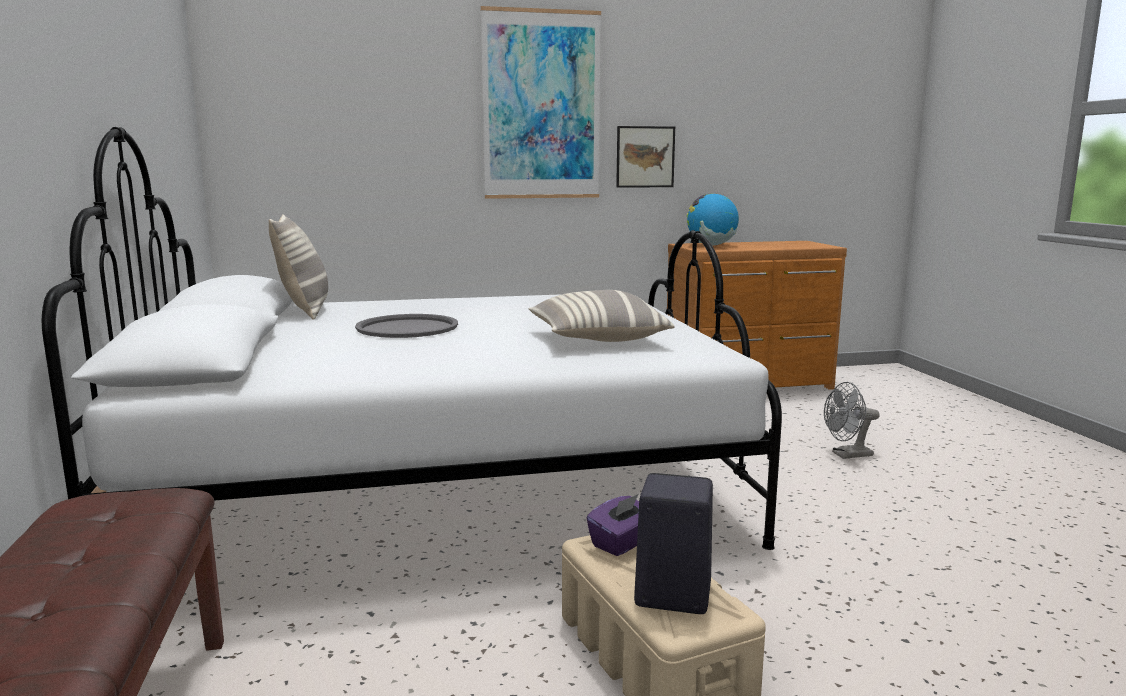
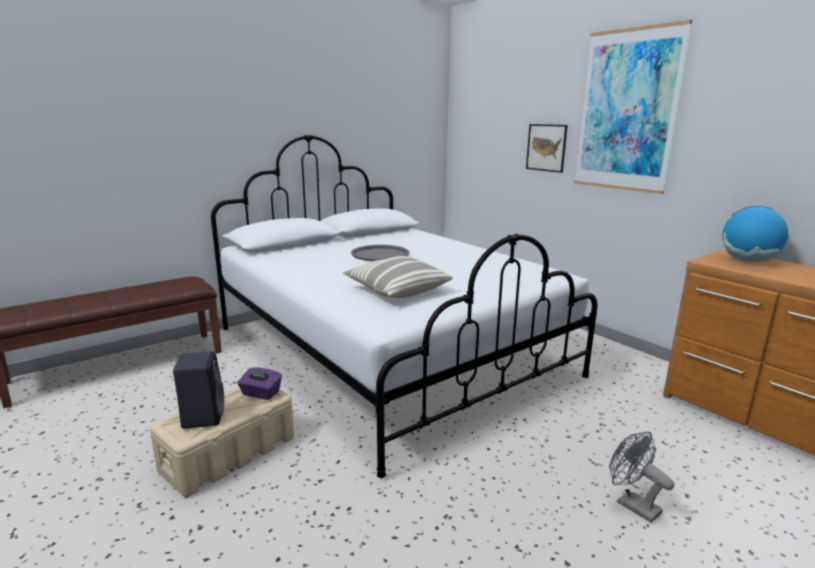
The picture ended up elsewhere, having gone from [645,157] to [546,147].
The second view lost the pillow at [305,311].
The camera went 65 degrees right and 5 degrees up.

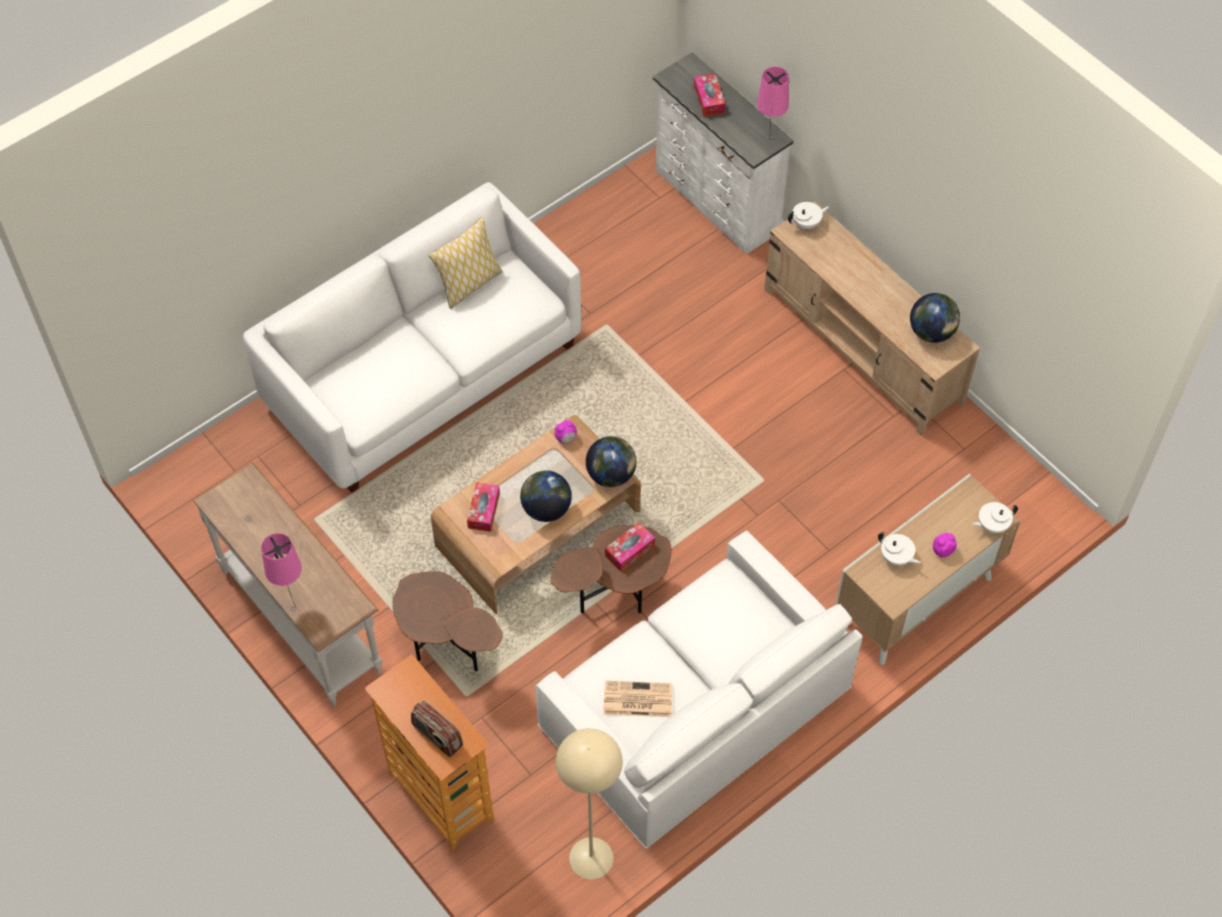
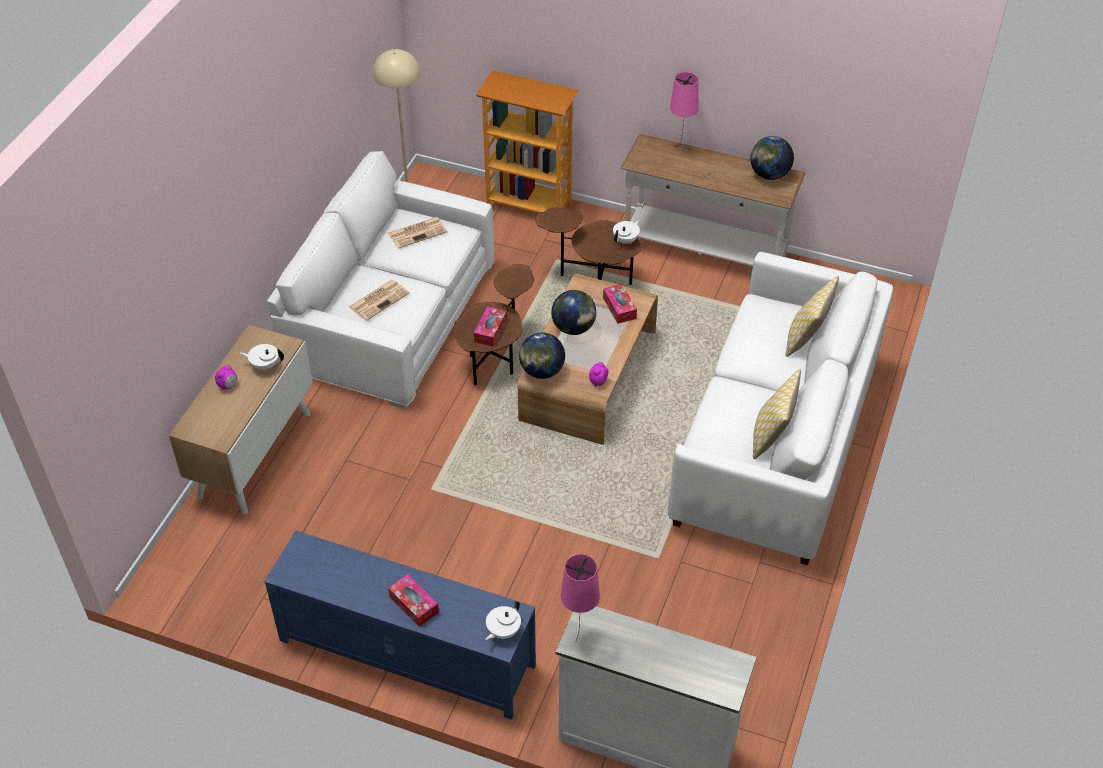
What was the beige tv stand at [863,346] turned into the blue tv stand at [406,652].
The second view gained the newspaper at [379,299].
The tissue box ended up elsewhere, having gone from [708,99] to [414,604].
The white teapot ended up elsewhere, having gone from [992,525] to [626,240].
The globe ended up elsewhere, having gone from [931,332] to [769,175].
The second view gained the pillow at [806,338].
The second view lost the radio at [437,736].
The camera went 150 degrees right and 10 degrees down.

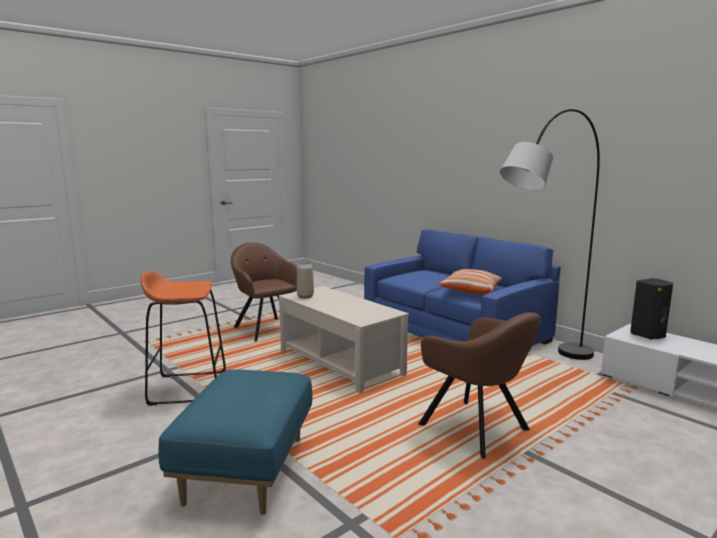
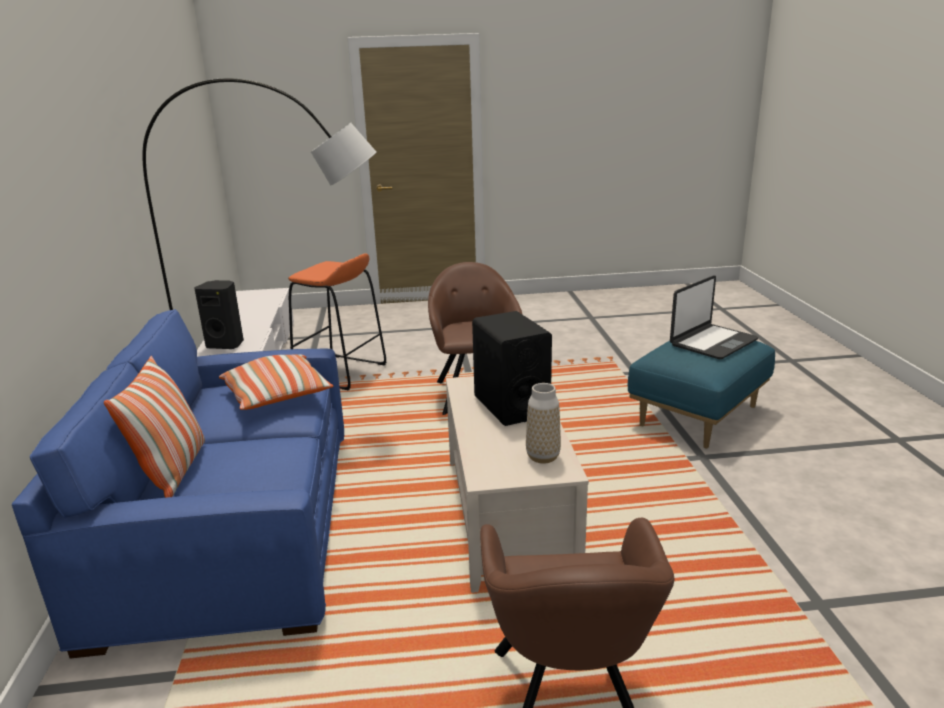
The second view gained the pillow at [173,471].
The orange stool ended up elsewhere, having gone from [188,387] to [340,372].
The second view gained the black speaker at [511,406].
The second view gained the laptop at [712,342].
The camera went 145 degrees left and 10 degrees up.

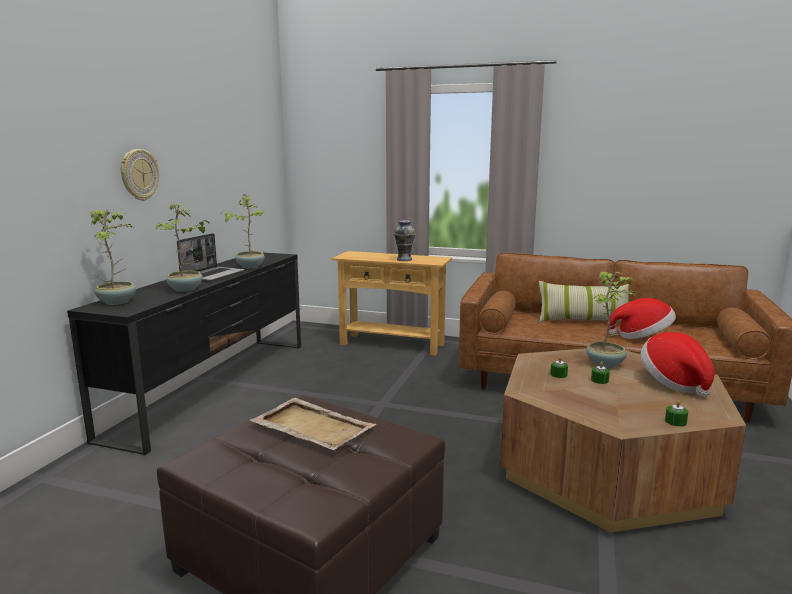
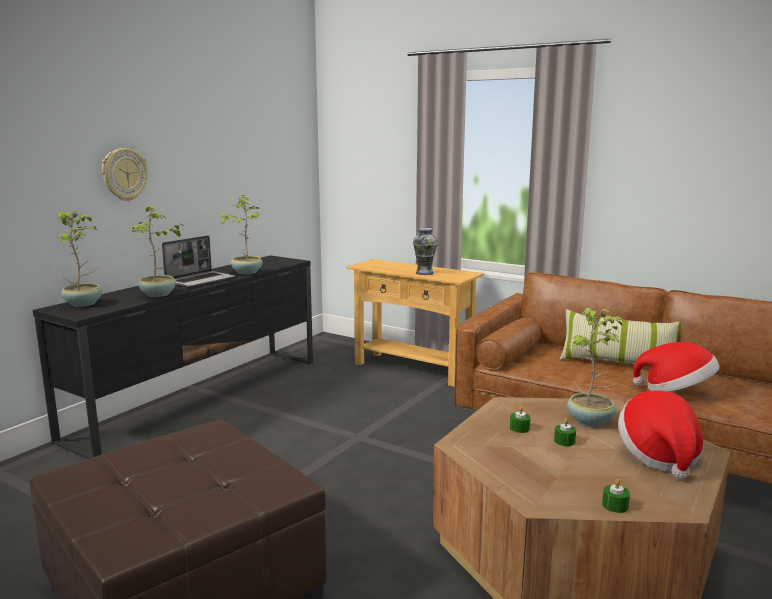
The second view lost the beige tray at [311,427].
The camera went 15 degrees right and 0 degrees up.

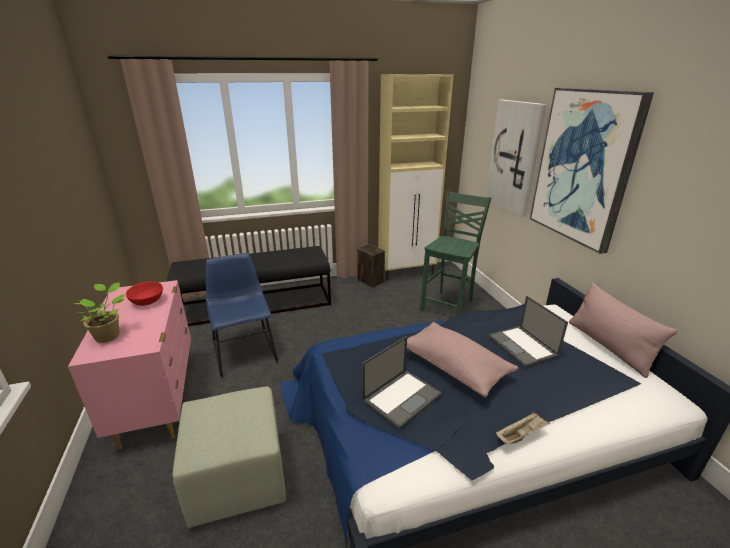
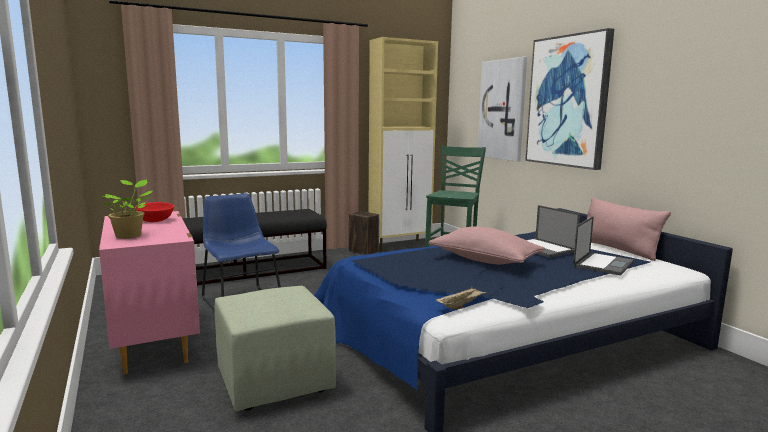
The beige tray ended up elsewhere, having gone from [520,435] to [461,306].
The laptop ended up elsewhere, having gone from [402,397] to [603,264].
The camera went 10 degrees left and 15 degrees down.

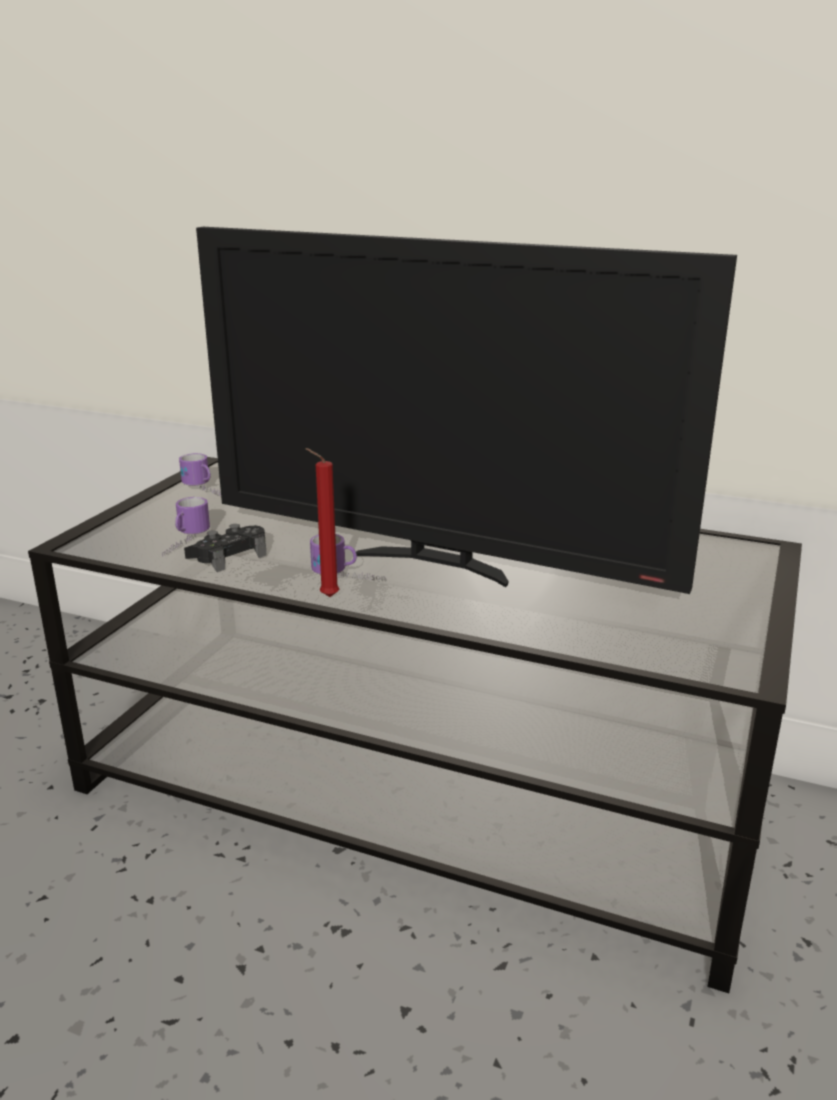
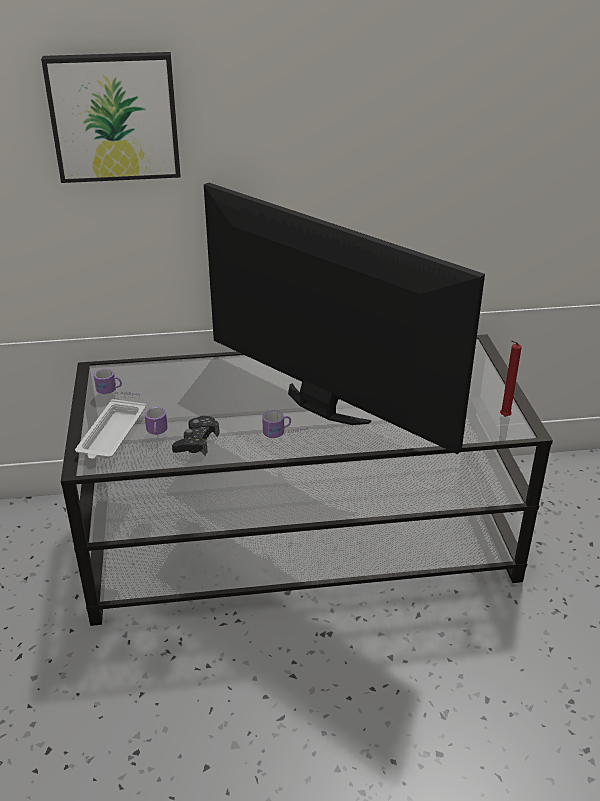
The second view gained the picture at [114,117].
The second view gained the white tray at [111,435].
The television at [437,563] ended up facing another way, 135 degrees counterclockwise from before.
The red candle ended up elsewhere, having gone from [326,597] to [503,417].
The camera went 30 degrees left and 10 degrees up.

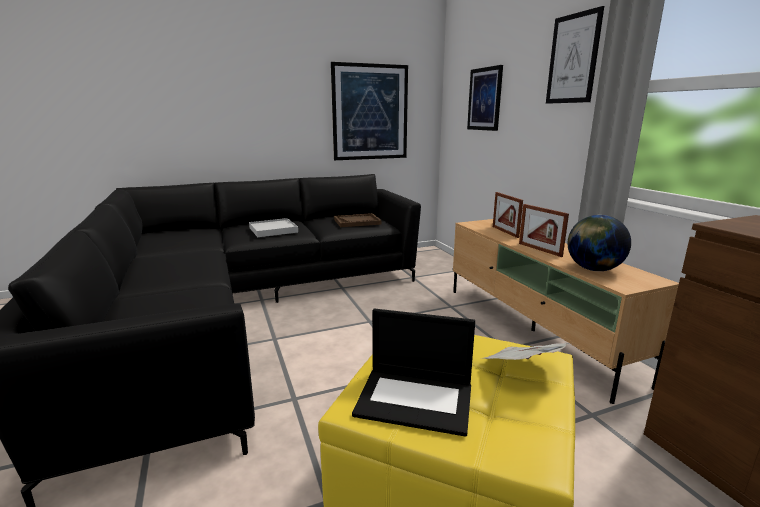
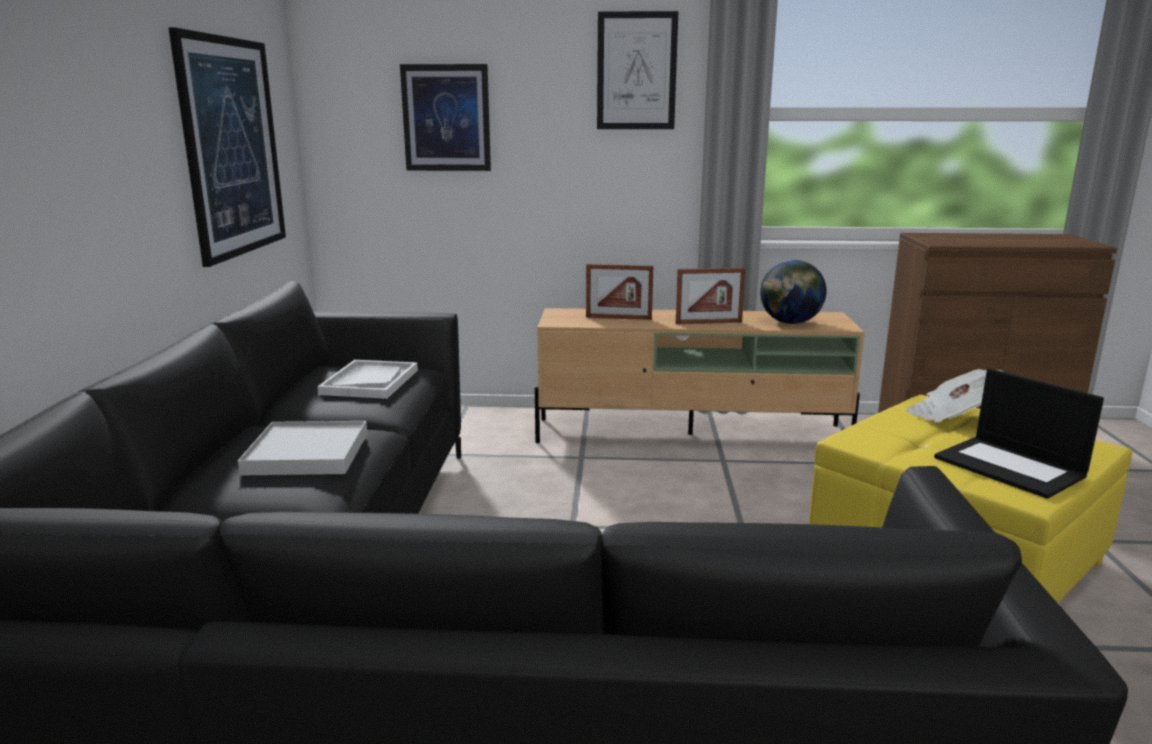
What was the brown tray at [357,222] turned into the white tray at [370,382].
The laptop at [416,399] ended up facing another way, 105 degrees clockwise from before.
The camera went 65 degrees left and 0 degrees up.

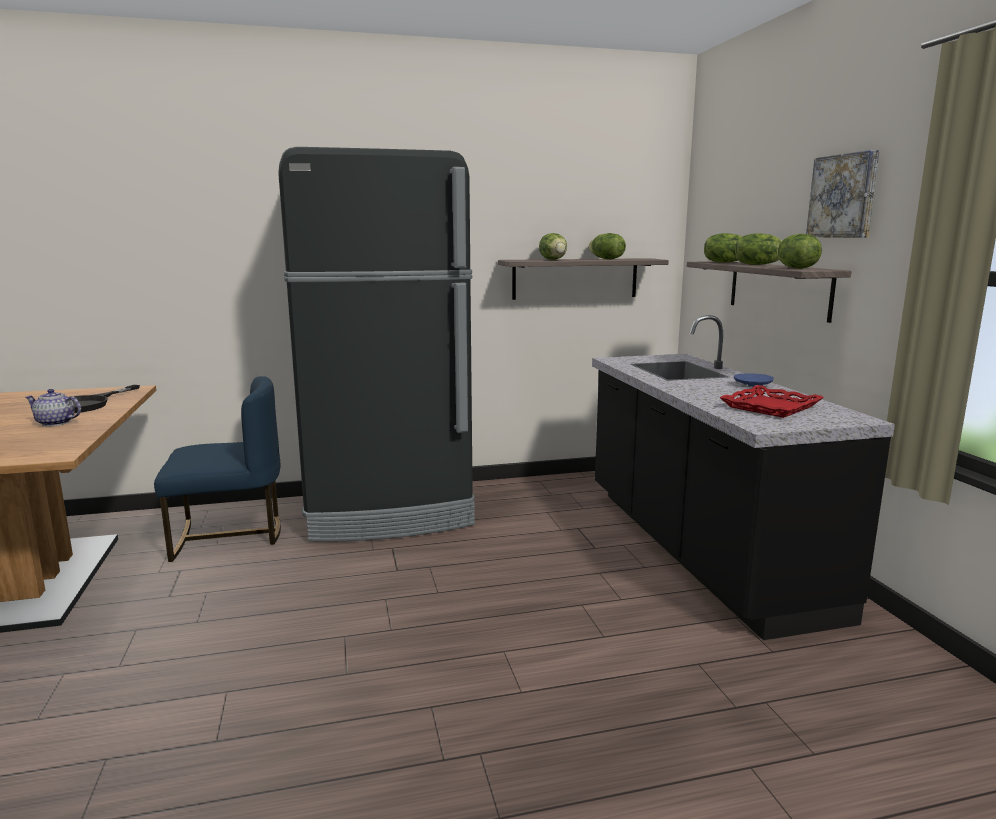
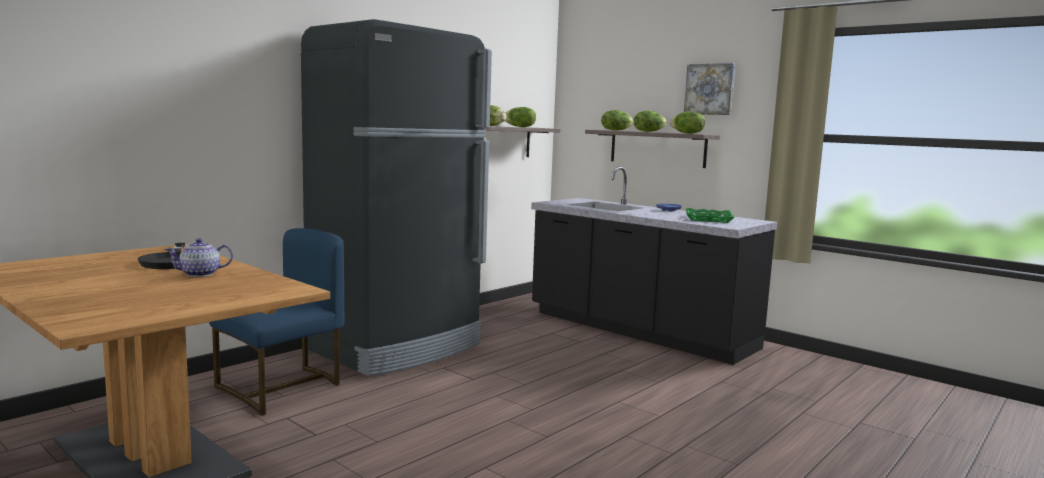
What was the red tray at [771,407] turned into the green tray at [709,219].
The camera went 35 degrees left and 5 degrees down.

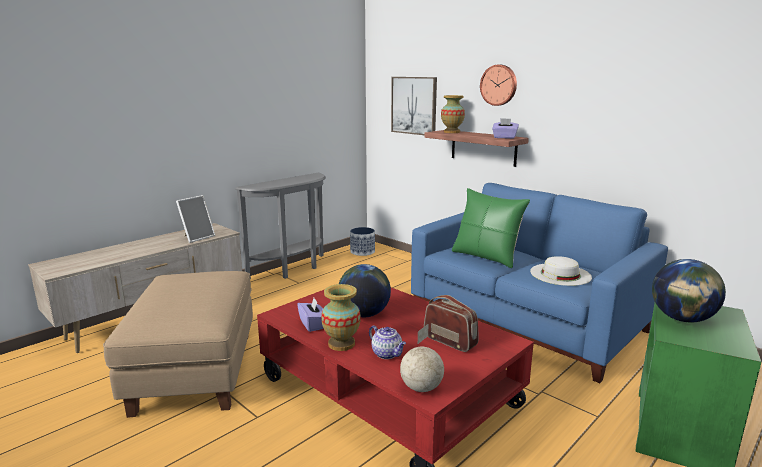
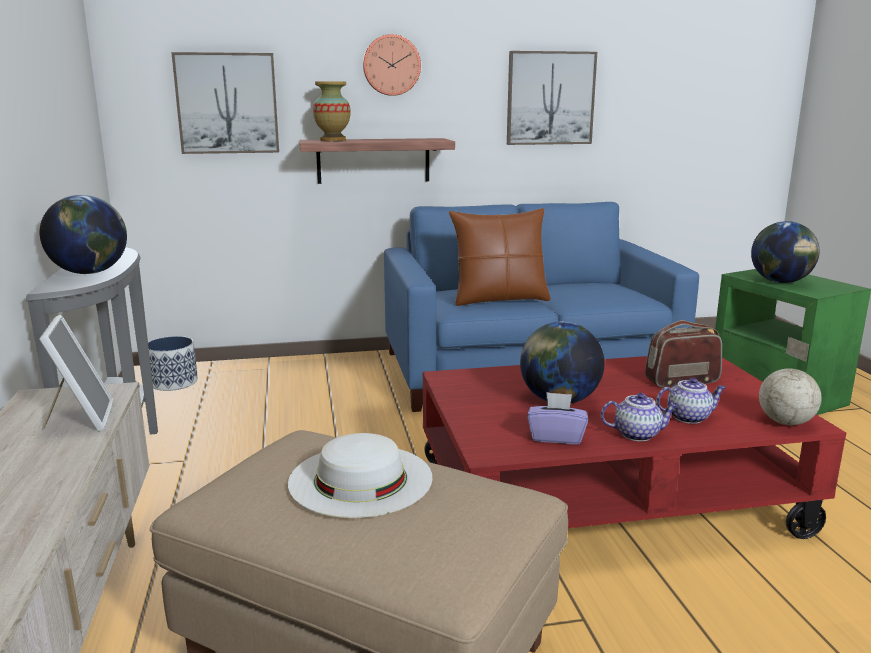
The second view gained the globe at [90,272].
The white hat ended up elsewhere, having gone from [560,274] to [360,479].
What was the green pillow at [486,257] turned into the brown pillow at [499,299].
The second view gained the picture at [550,98].
Where the vase stood at [341,344], the teapot came to stand at [637,434].
The second view lost the purple tissue box at [504,137].
The camera went 55 degrees left and 0 degrees up.

